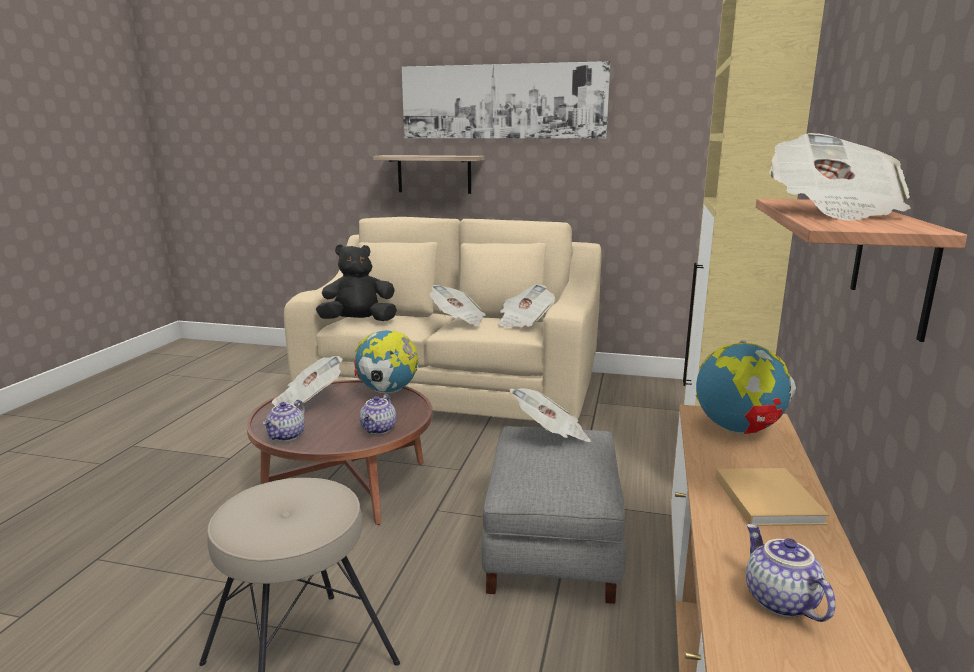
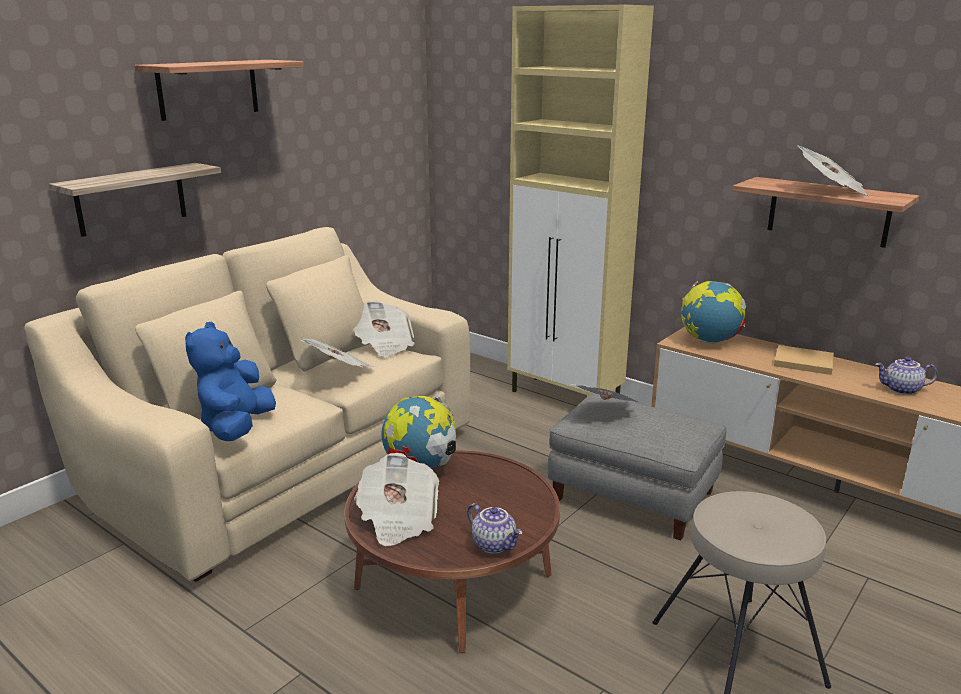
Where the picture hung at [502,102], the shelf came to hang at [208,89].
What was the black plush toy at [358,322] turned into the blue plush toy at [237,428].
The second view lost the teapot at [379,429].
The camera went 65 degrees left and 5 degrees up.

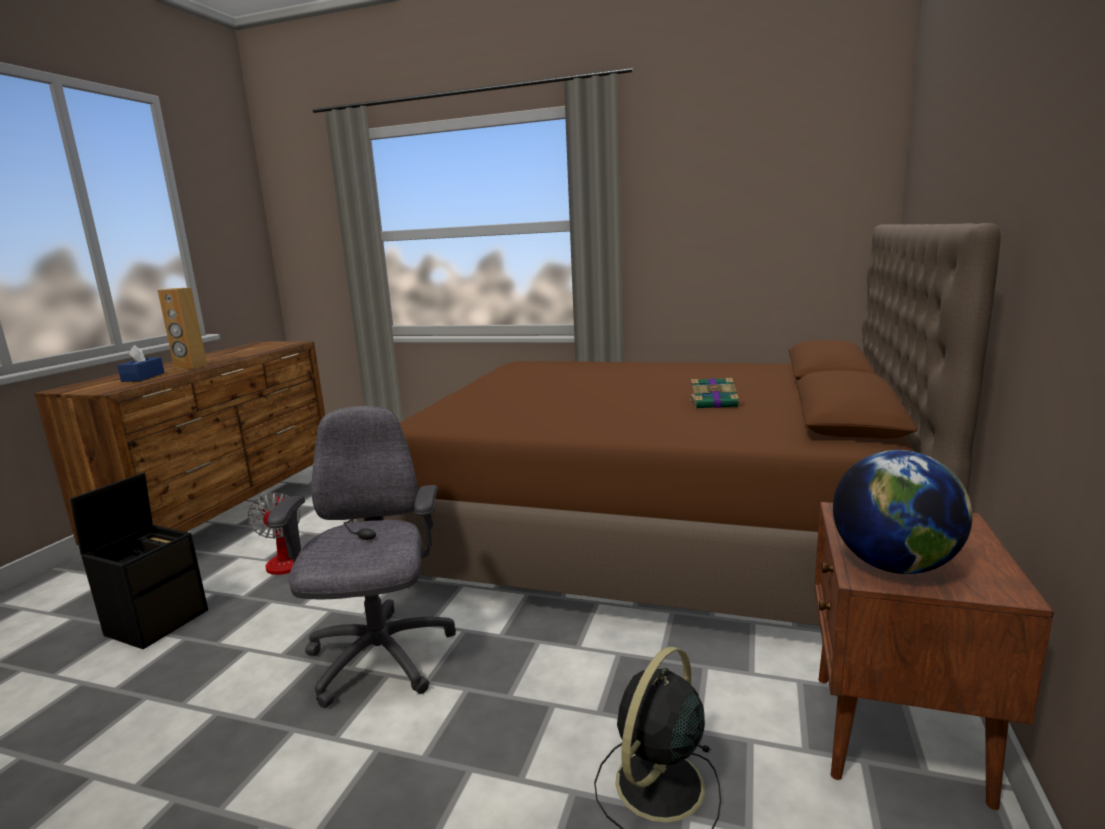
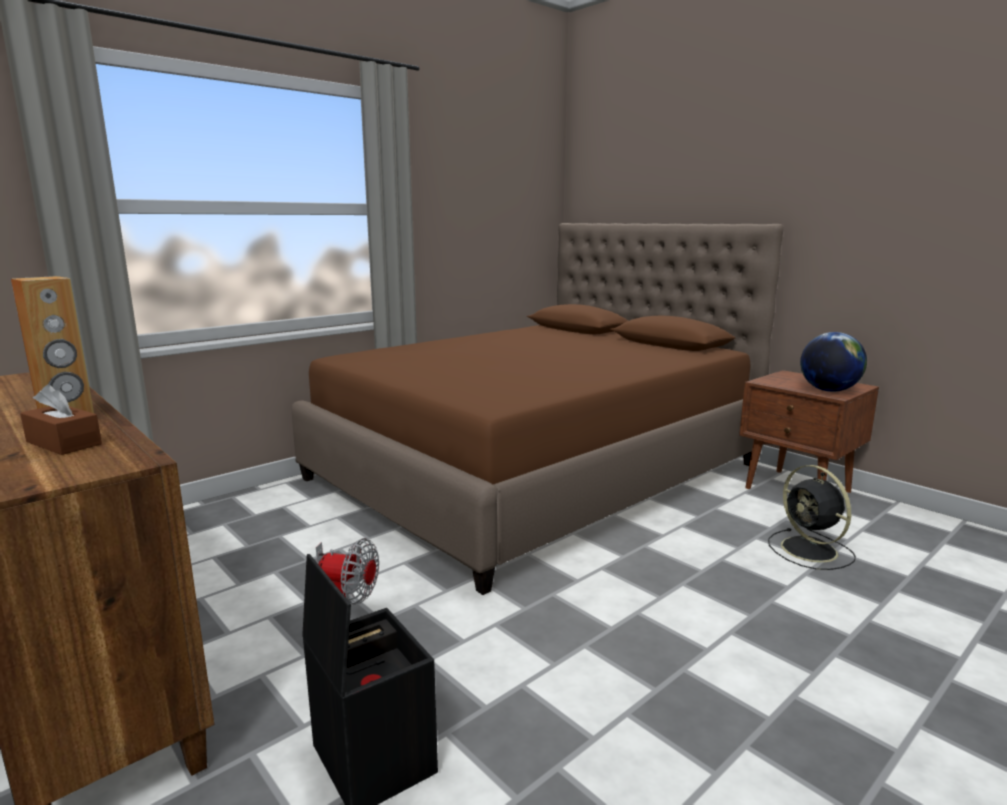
What was the blue tissue box at [143,377] turned into the brown tissue box at [64,443].
The second view lost the grey office chair at [379,659].
The second view lost the book at [715,403].
The camera went 60 degrees left and 0 degrees up.

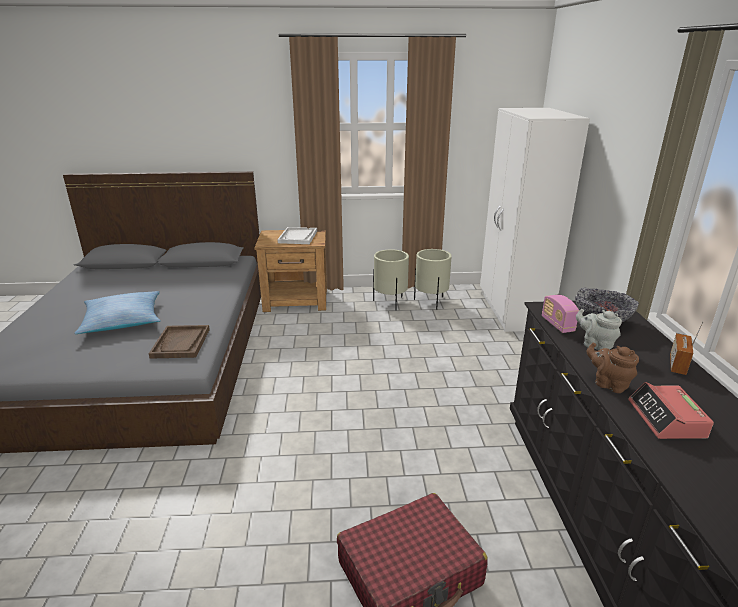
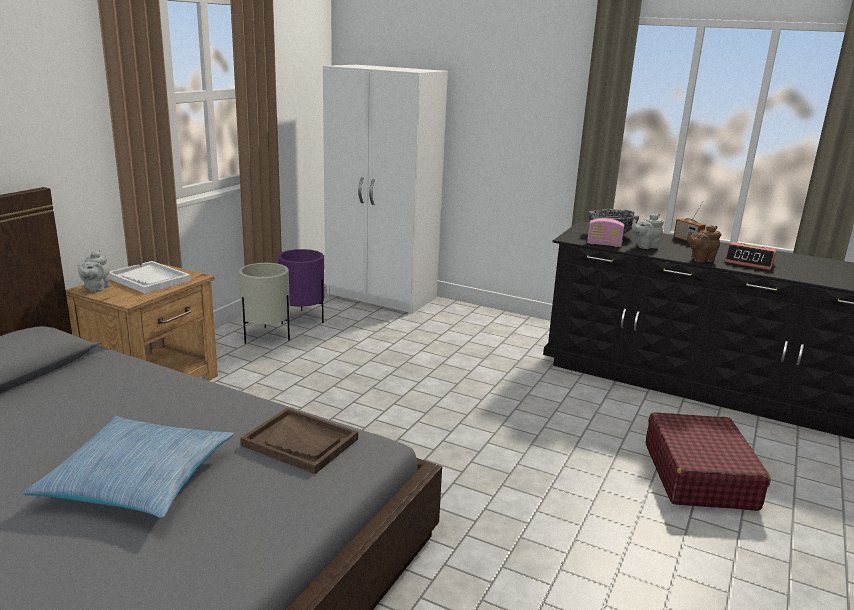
The second view gained the grey teapot at [96,288].
What was the beige planter at [431,301] turned into the purple planter at [302,318].
The camera went 60 degrees left and 5 degrees down.

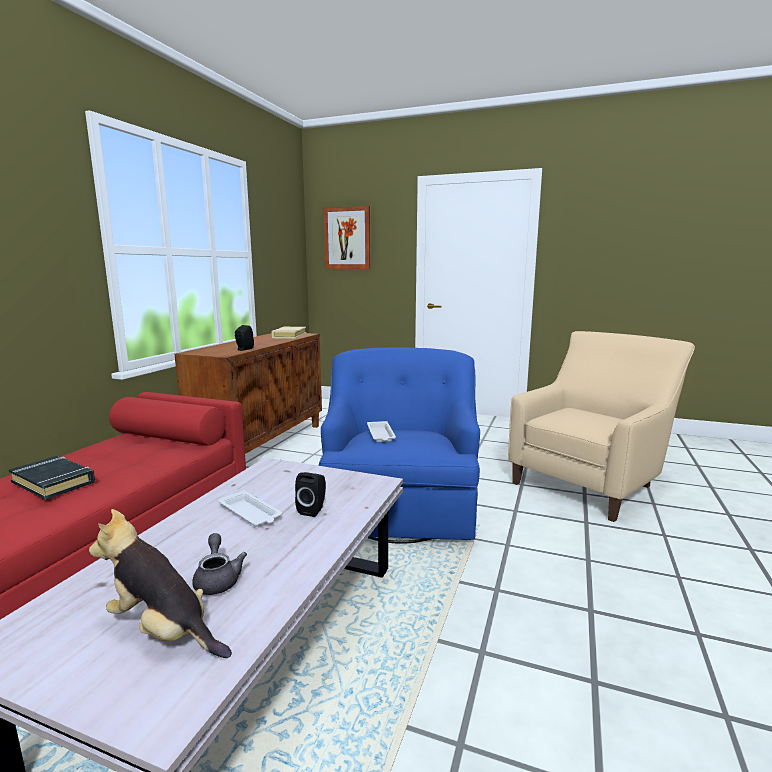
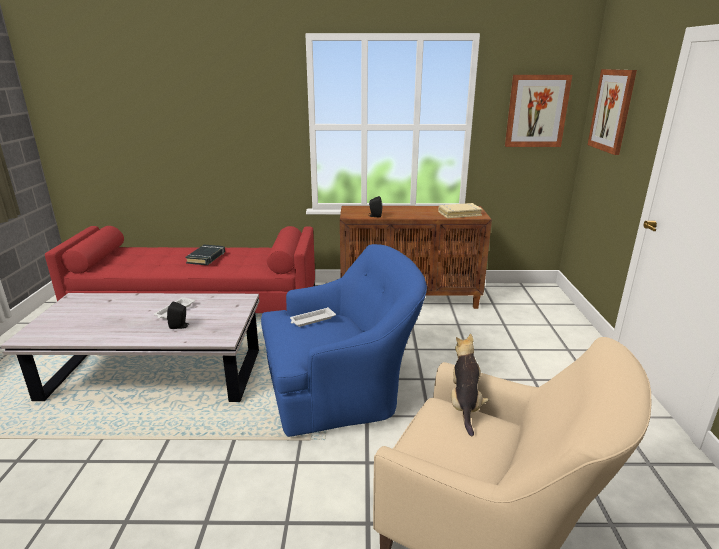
The plush toy ended up elsewhere, having gone from [164,631] to [465,405].
The second view gained the picture at [536,111].
The second view lost the grey teapot at [218,579].
The camera went 70 degrees right and 10 degrees up.

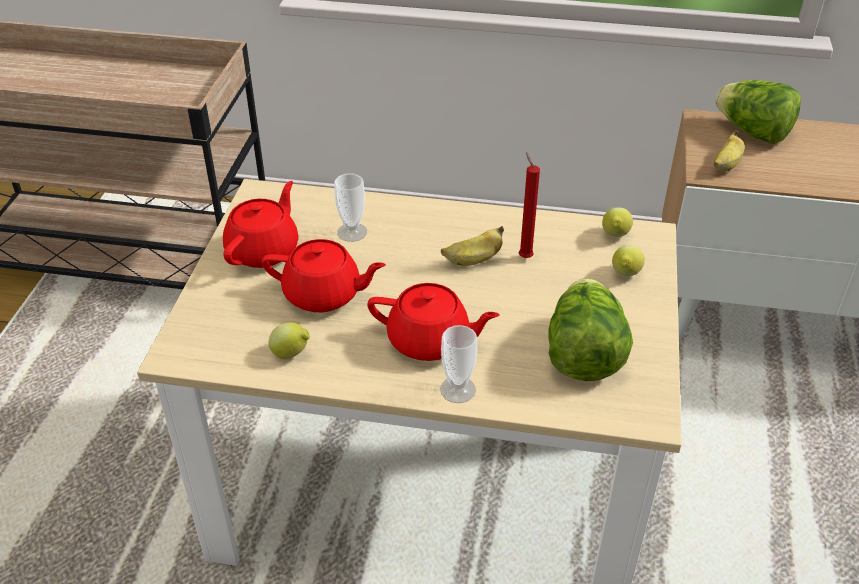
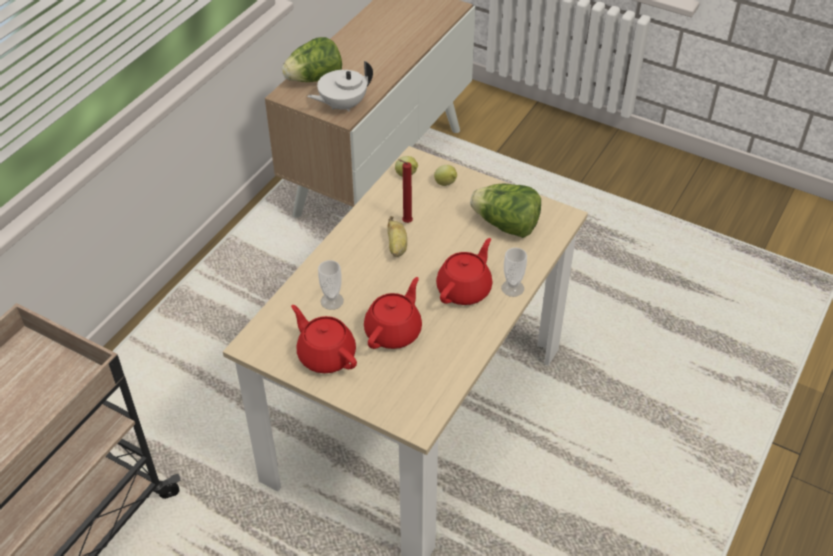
Where the banana stood at [726,165], the white teapot came to stand at [342,105].
The second view lost the lemon at [291,354].
The camera went 70 degrees left and 5 degrees up.

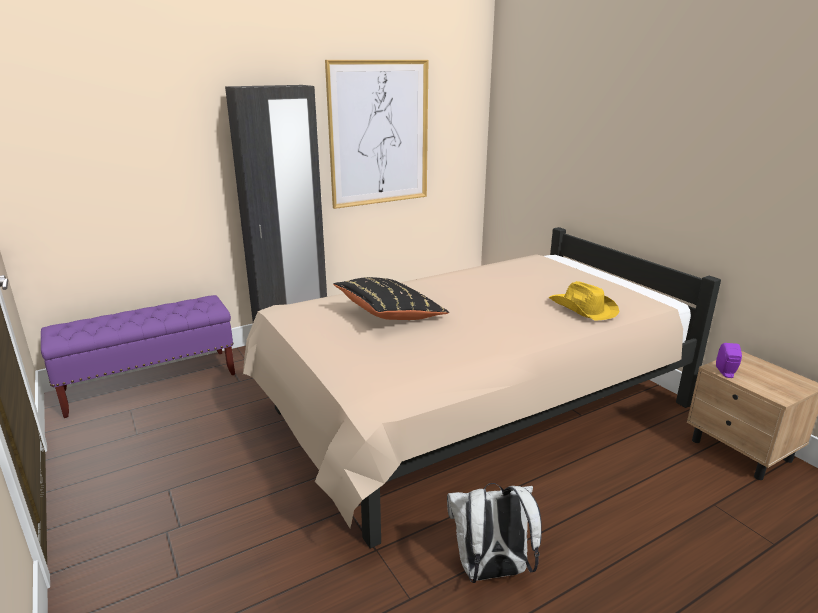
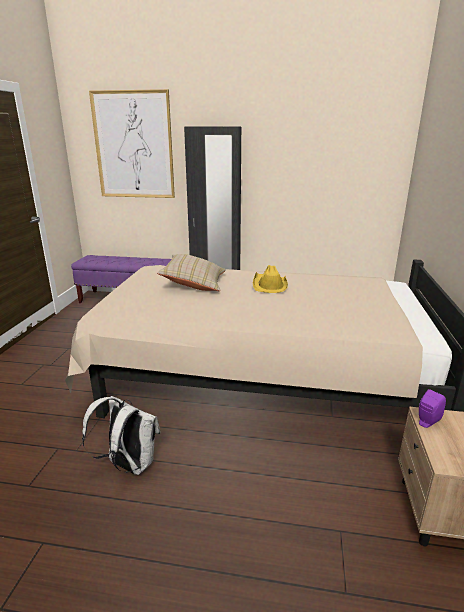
The picture ended up elsewhere, having gone from [379,134] to [133,146].
What was the black pillow at [390,315] turned into the beige pillow at [194,284].
The yellow hat ended up elsewhere, having gone from [582,308] to [269,285].
The camera went 40 degrees right and 0 degrees up.

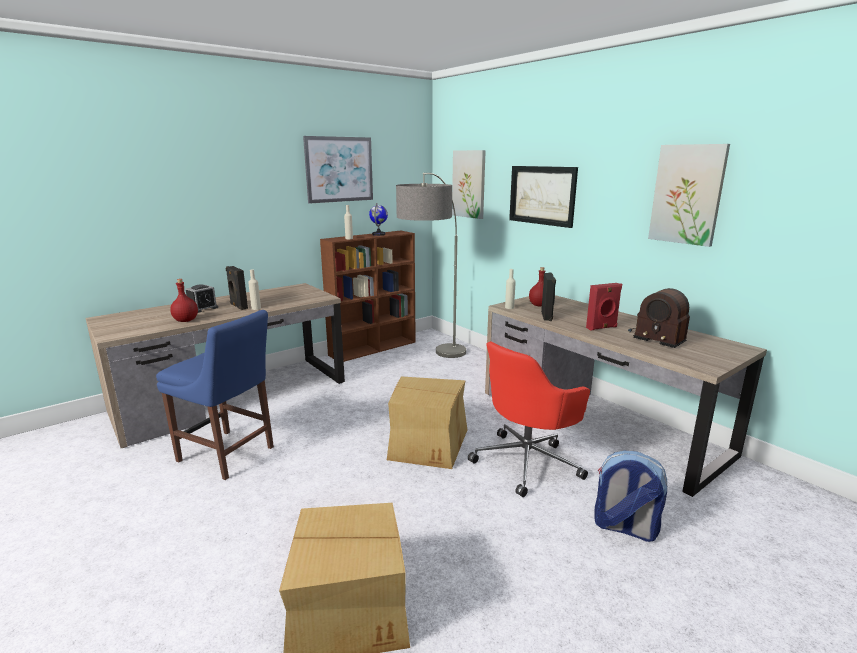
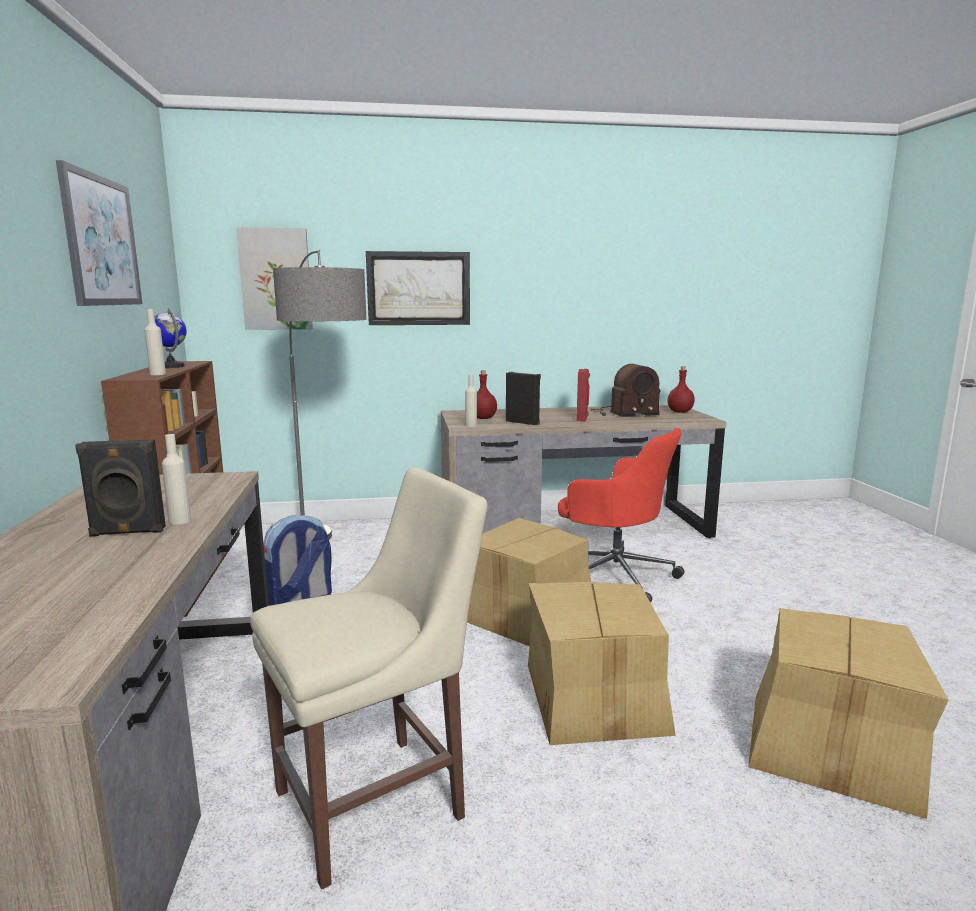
What was the blue chair at [229,455] turned into the beige chair at [378,800].
The backpack ended up elsewhere, having gone from [624,528] to [300,599].
The second view gained the cardboard box at [595,700].
The red office chair at [527,462] ended up facing another way, 45 degrees counterclockwise from before.
The red bottle ended up elsewhere, having gone from [186,320] to [680,412].
The second view lost the alarm clock at [203,308].
The second view lost the picture at [687,194].
The camera went 60 degrees left and 5 degrees down.

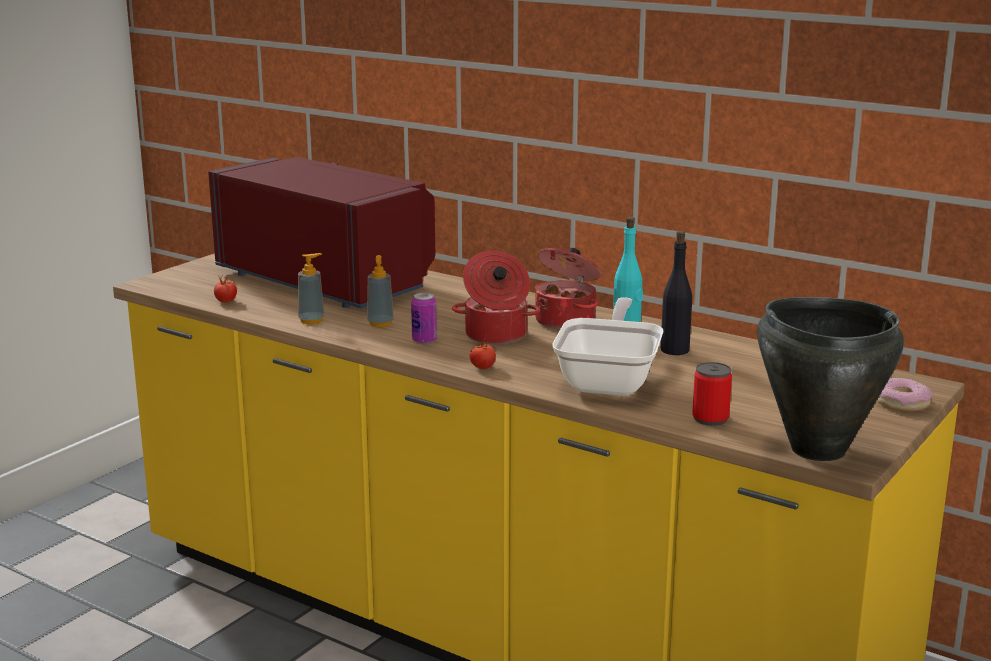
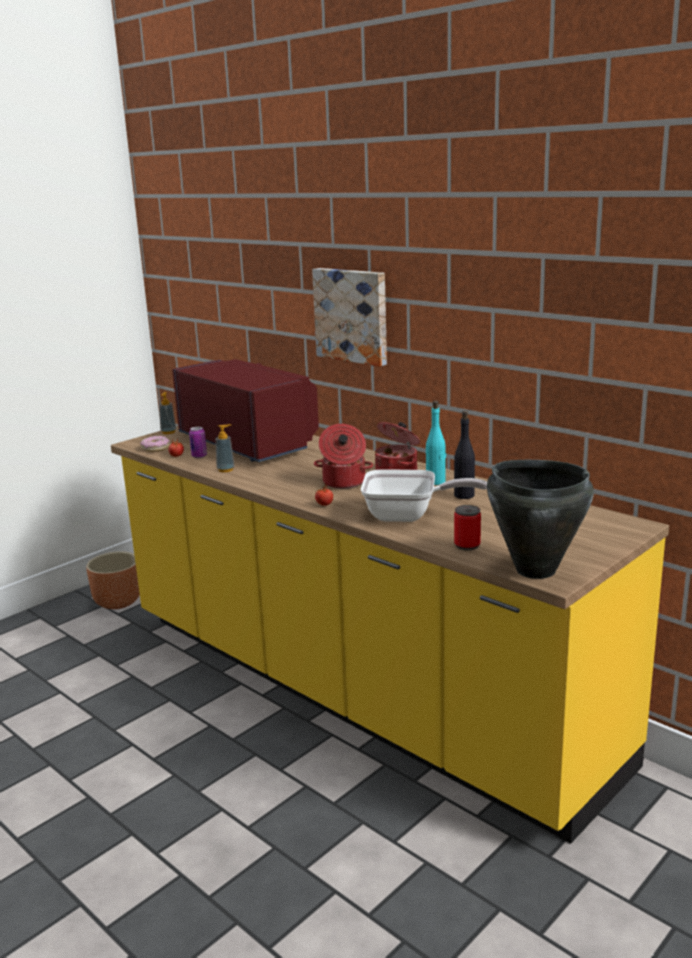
The second view gained the brown planter at [118,602].
The donut ended up elsewhere, having gone from [902,403] to [155,448].
The soap dispenser ended up elsewhere, having gone from [380,323] to [168,432].
The can ended up elsewhere, having gone from [424,340] to [199,456].
The second view gained the picture at [352,315].
The frying pan at [610,380] ended up facing another way, 75 degrees clockwise from before.
The camera went 10 degrees right and 0 degrees up.

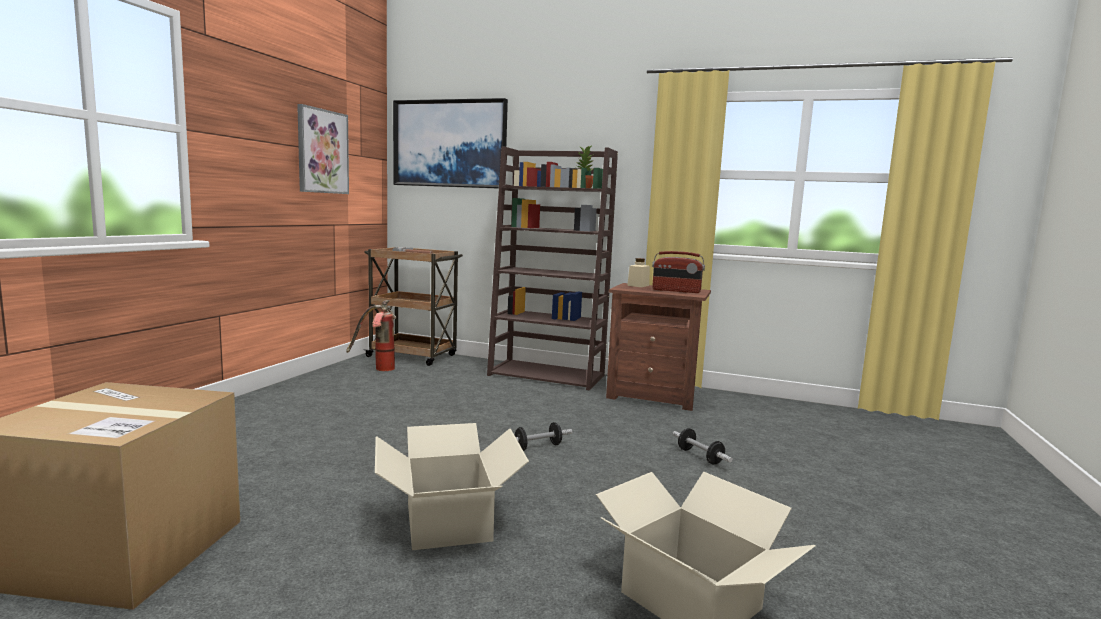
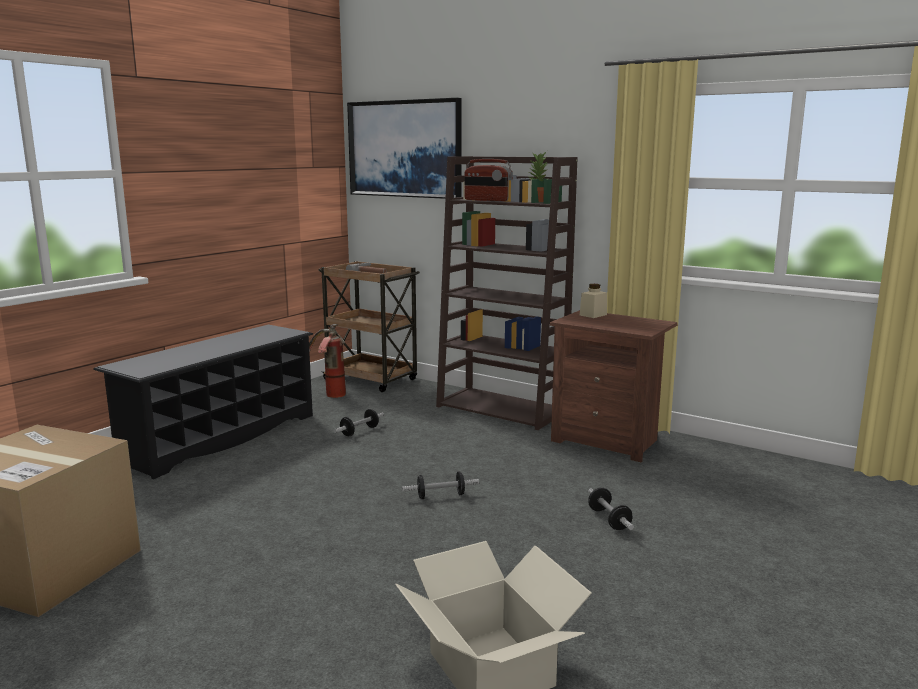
The second view gained the black shoe rack at [220,437].
The second view gained the dumbbell at [359,431].
The radio ended up elsewhere, having gone from [676,291] to [487,200].
The second view lost the picture at [322,151].
The second view lost the cardboard box at [447,522].
The camera went 15 degrees right and 5 degrees up.

